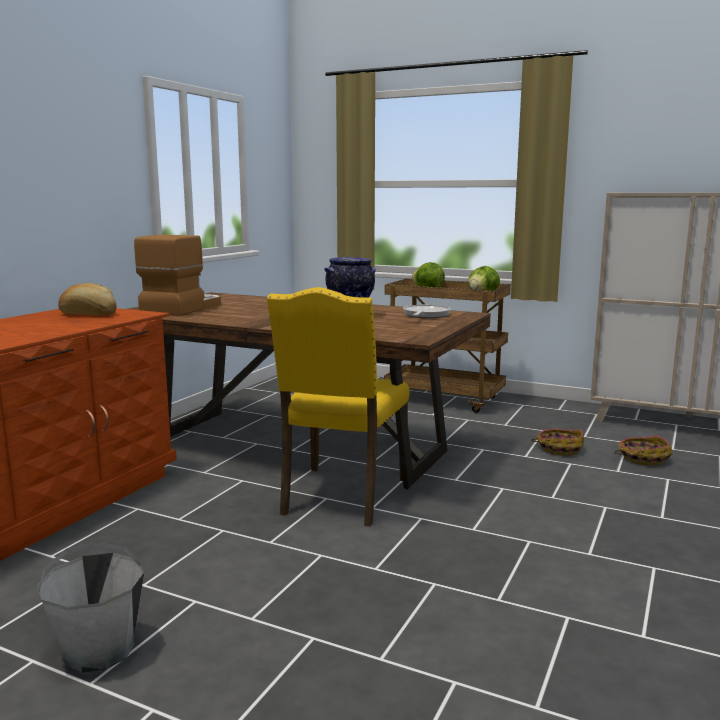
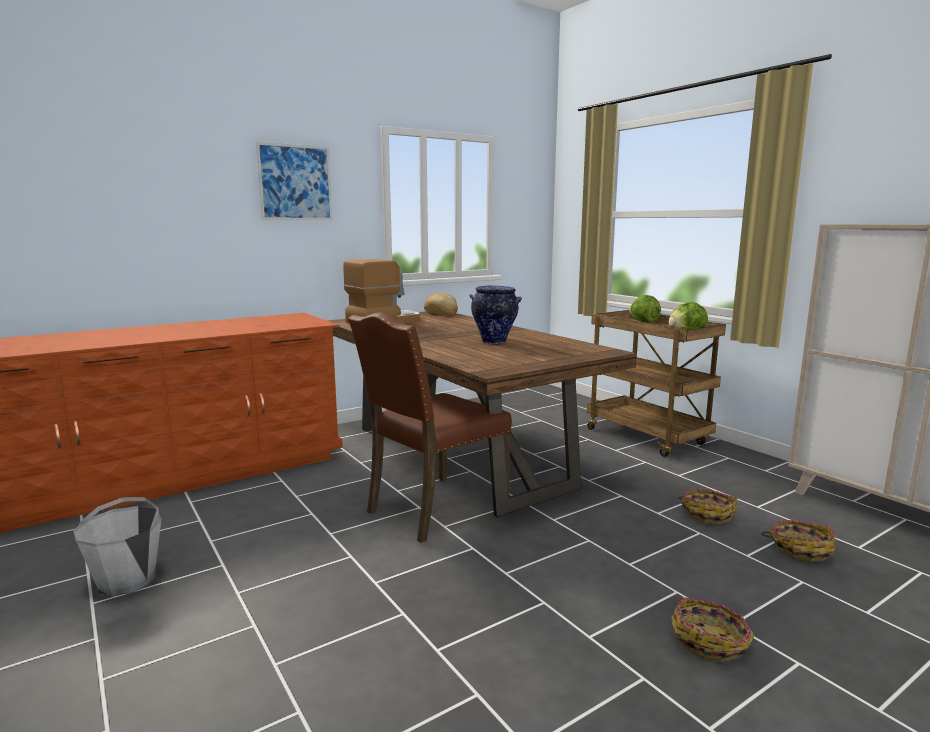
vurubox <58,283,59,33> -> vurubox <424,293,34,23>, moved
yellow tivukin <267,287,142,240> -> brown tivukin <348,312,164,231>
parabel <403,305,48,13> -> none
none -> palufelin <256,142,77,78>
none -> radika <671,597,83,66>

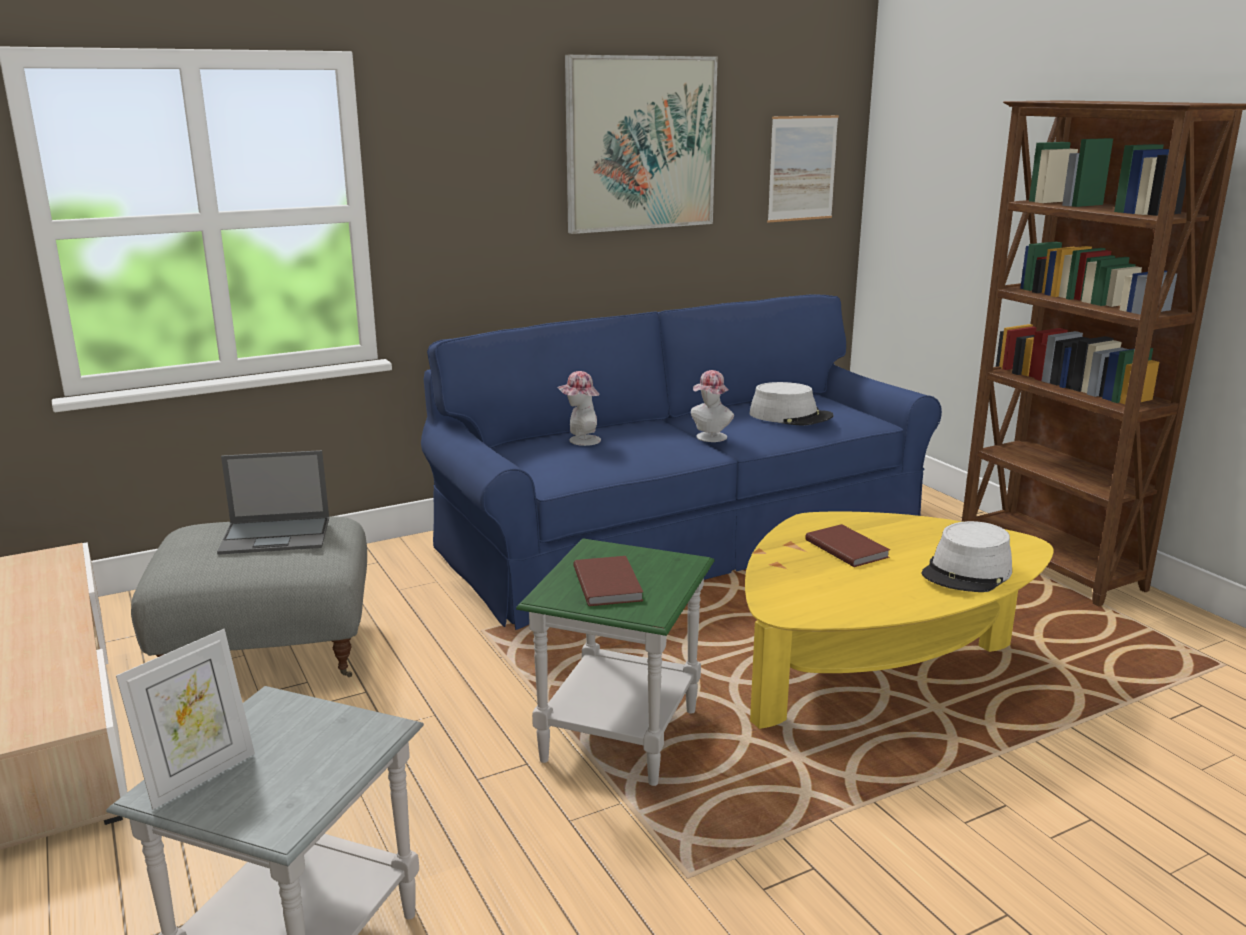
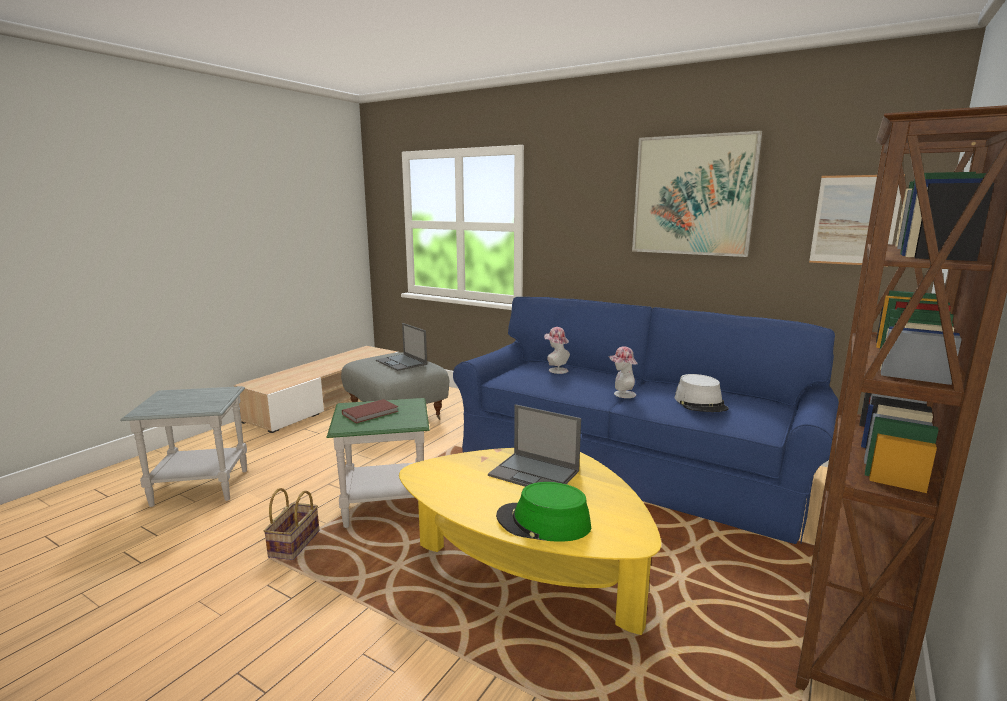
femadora <116,629,139,180> -> none
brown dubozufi <805,524,85,43> -> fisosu <488,404,93,83>
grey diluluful <921,521,91,71> -> green diluluful <496,482,95,60>
none -> radika <264,488,56,72>

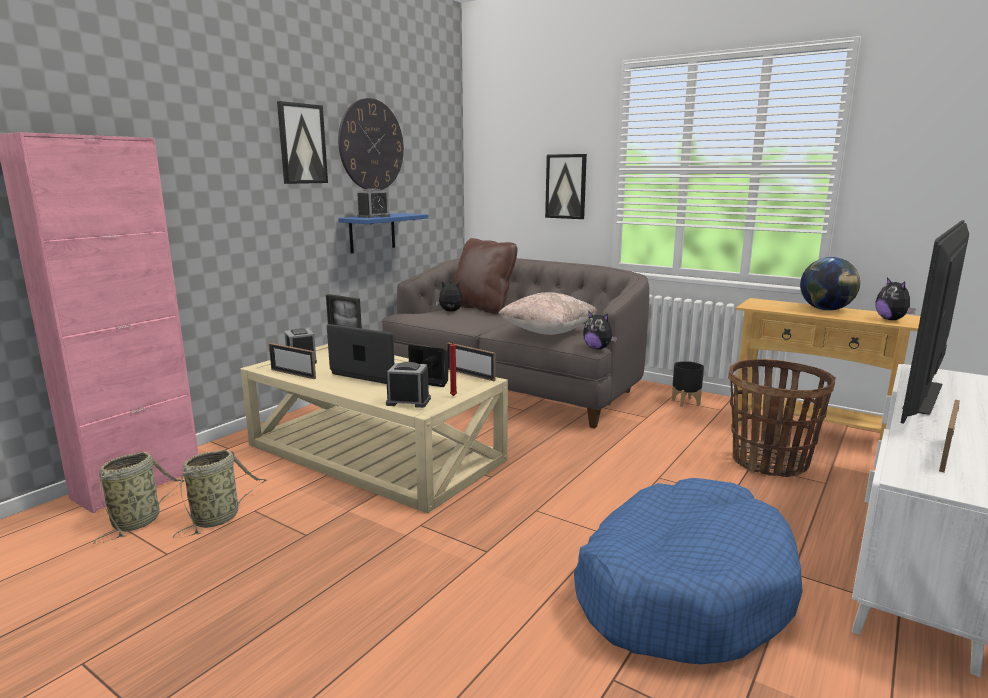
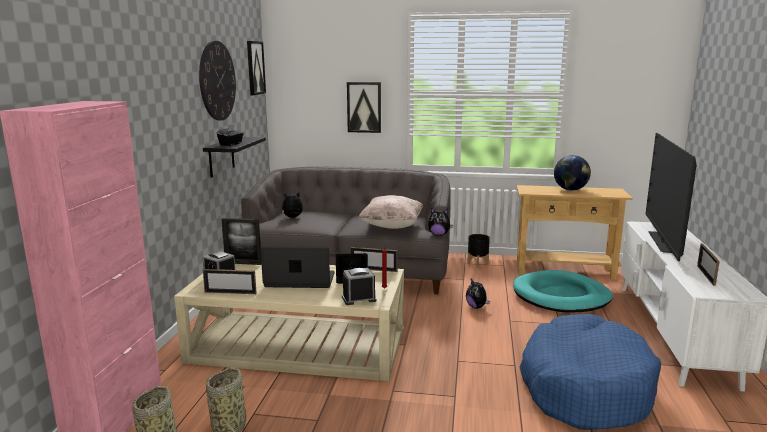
palufelin <277,101,51,83> -> palufelin <247,41,19,54>, moved
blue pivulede <338,213,91,41> -> black pivulede <203,137,63,41>
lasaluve <357,188,33,30> -> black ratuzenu <217,124,27,22>
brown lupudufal <453,238,64,76> -> none
radika <728,359,108,118> -> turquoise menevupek <513,270,100,43>
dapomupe <875,277,41,43> -> dapomupe <466,279,24,30>, moved

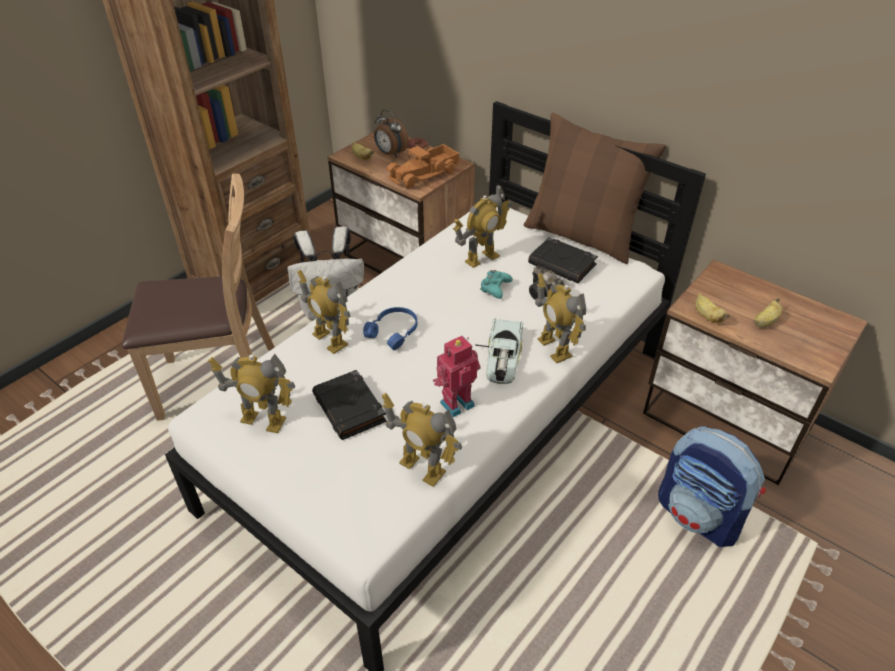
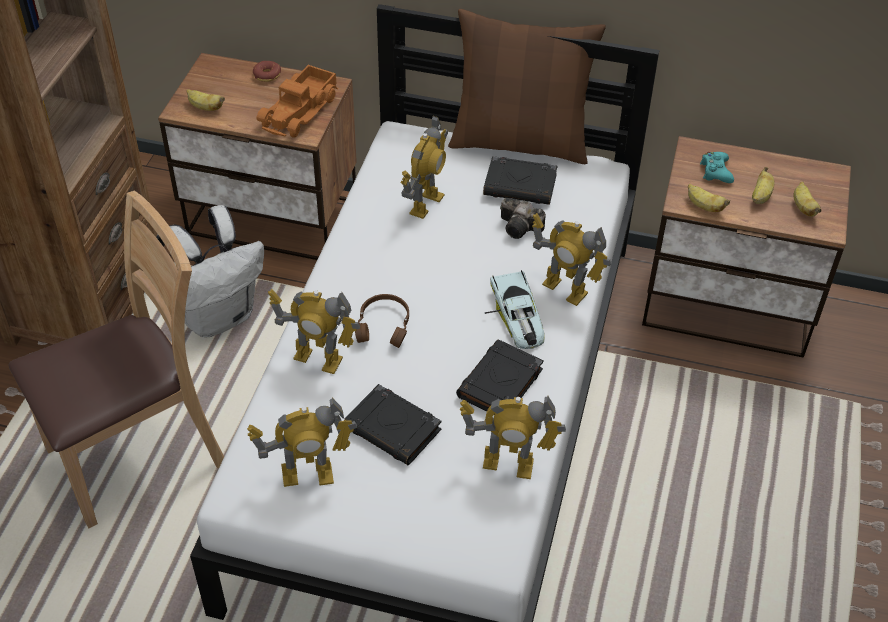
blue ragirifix <363,307,54,43> -> brown ragirifix <355,294,54,54>
lasaluve <374,110,35,48> -> none
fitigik <433,336,48,81> -> black dubozufi <456,339,88,76>
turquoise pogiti <480,270,33,29> -> turquoise pogiti <700,152,34,31>, moved
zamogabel <658,426,108,121> -> none
none -> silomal <793,181,29,36>

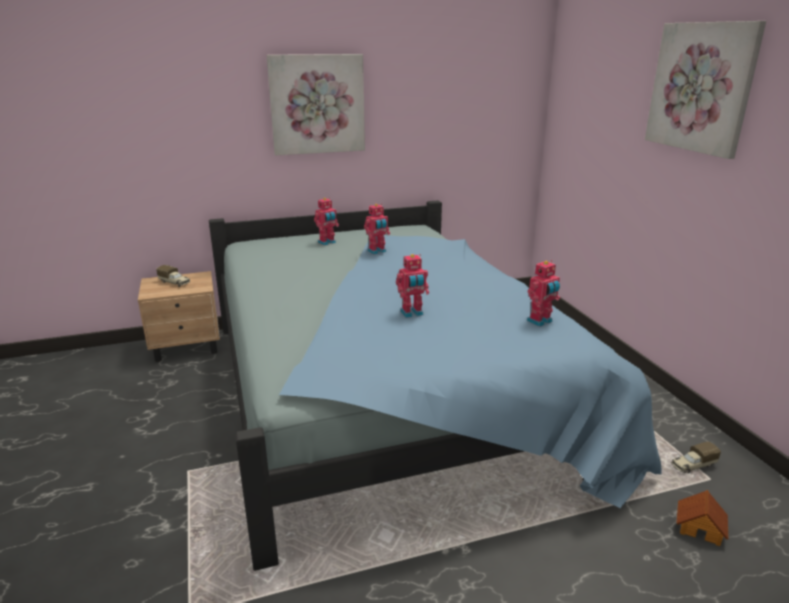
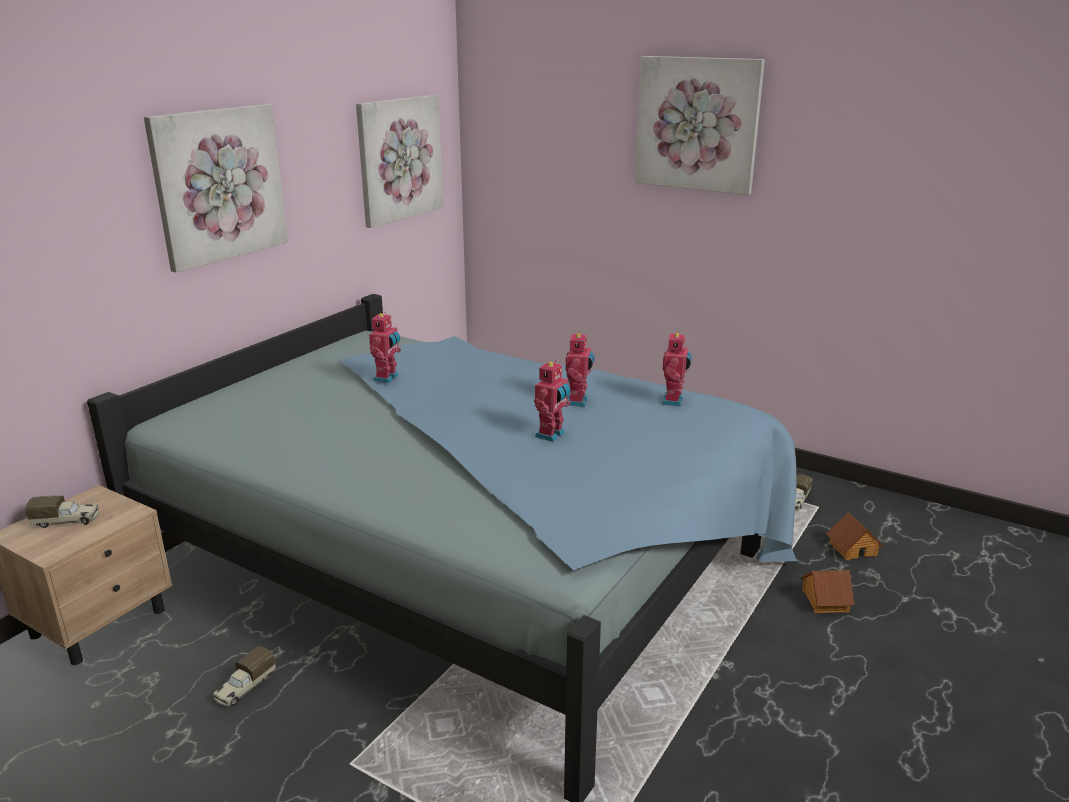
fitigik <314,198,25,48> -> fitigik <566,331,29,76>, moved
none -> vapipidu <213,646,63,60>
none -> palufelin <356,95,87,133>
none -> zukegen <801,570,54,43>

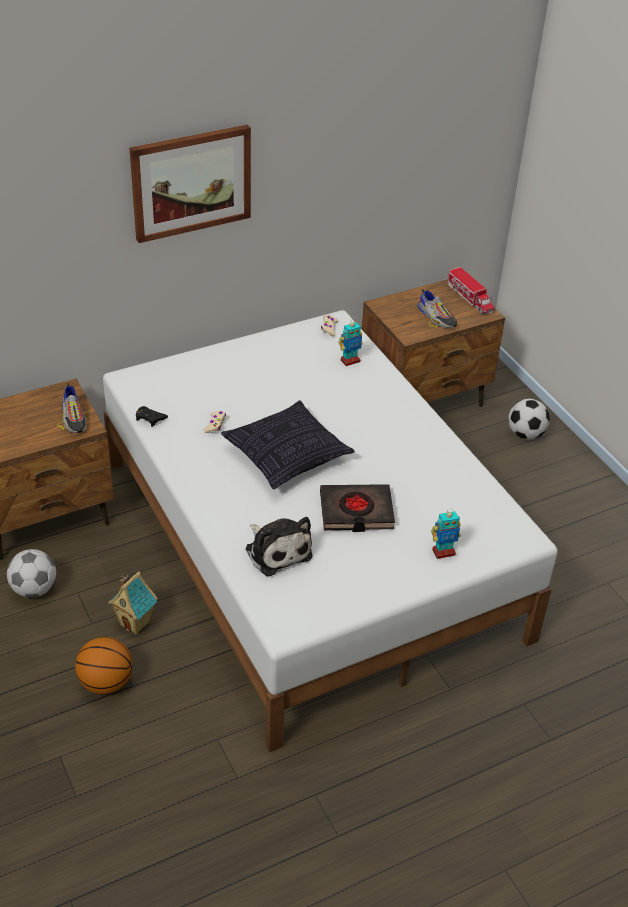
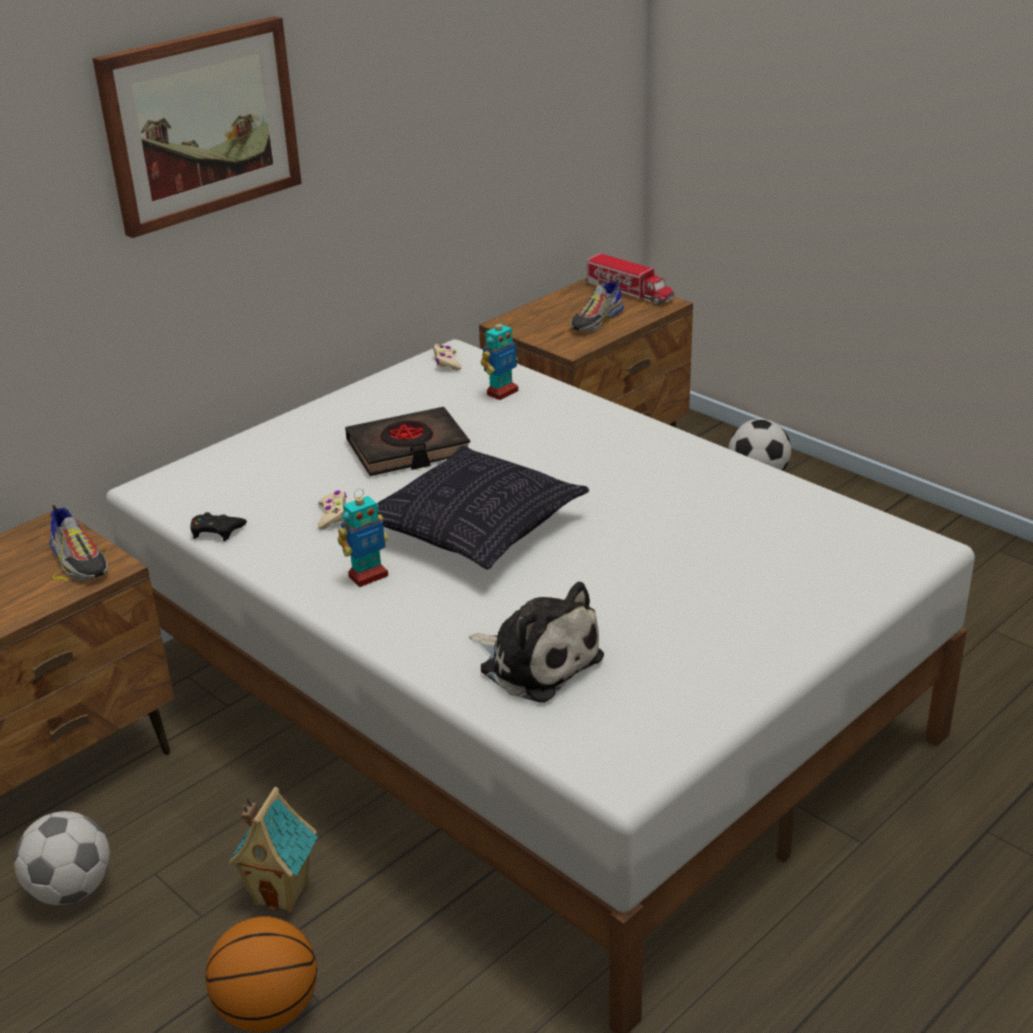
black dubozufi <320,484,75,48> -> black dubozufi <345,407,125,69>, moved
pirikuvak <417,289,41,39> -> pirikuvak <568,280,56,52>, 90 degrees clockwise
fitigik <431,509,30,50> -> fitigik <338,489,50,98>, moved

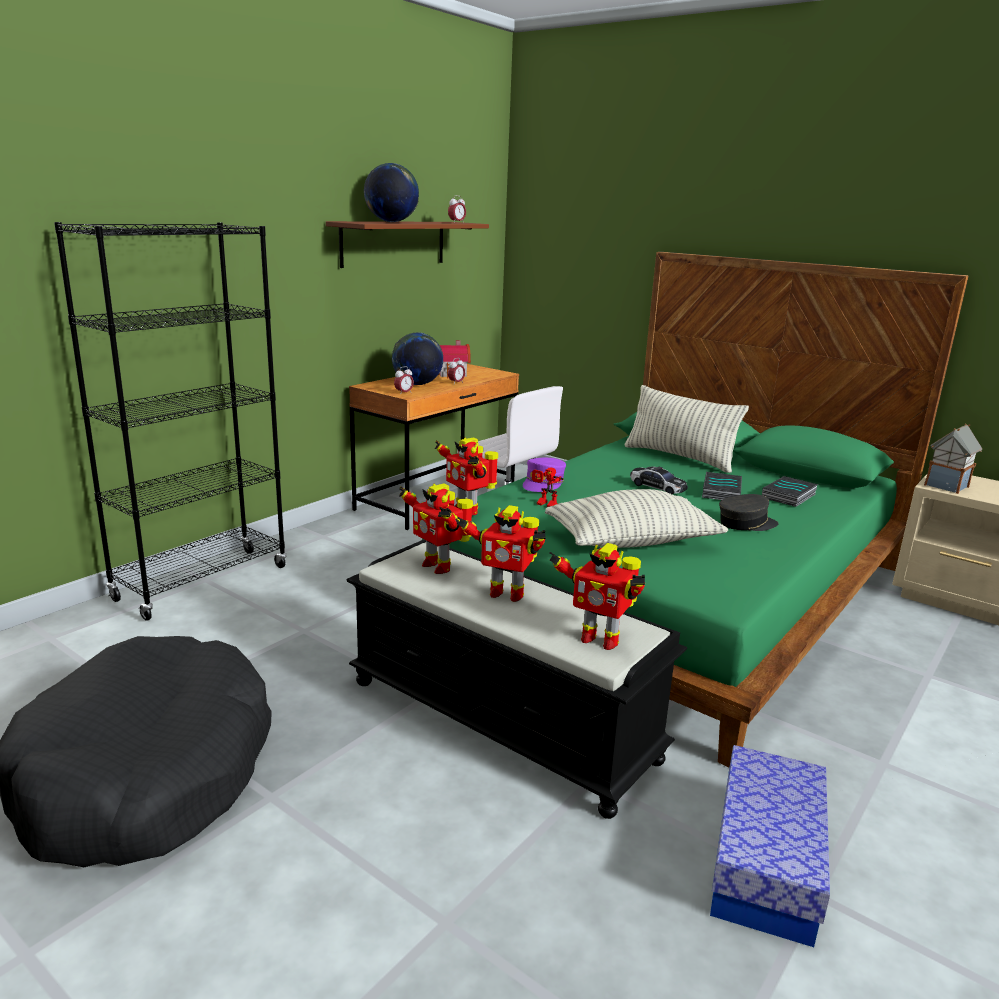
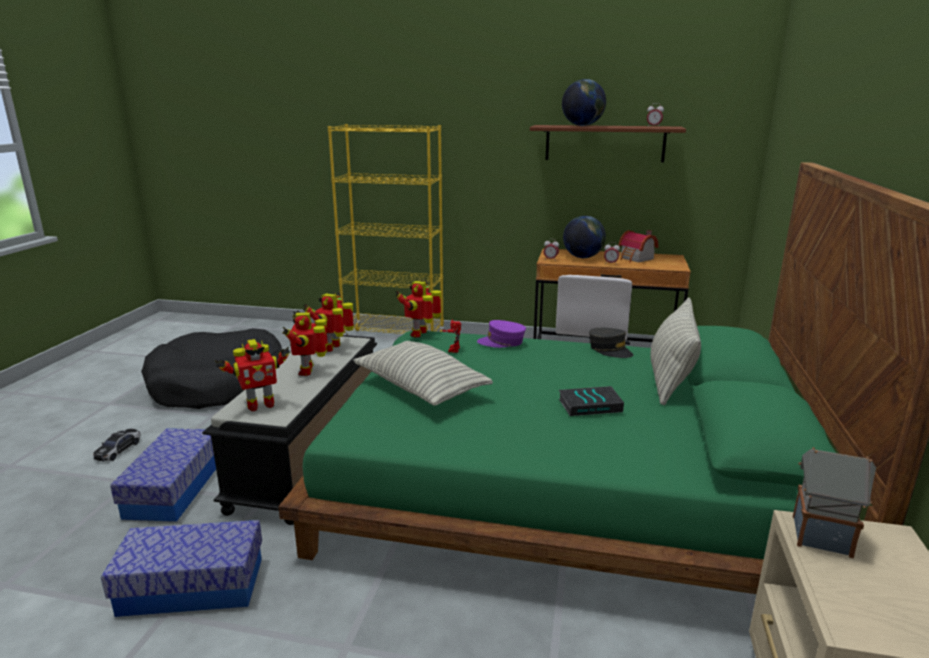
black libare <54,222,233,398> -> yellow libare <328,124,117,211>
fitigik <549,543,96,107> -> fitigik <214,339,76,72>, 120 degrees counterclockwise
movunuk <630,466,58,29> -> movunuk <93,429,48,32>, moved
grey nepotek <719,494,60,37> -> grey nepotek <589,328,44,30>, moved
dubozufi <762,476,56,31> -> none
none -> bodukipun <110,428,106,94>

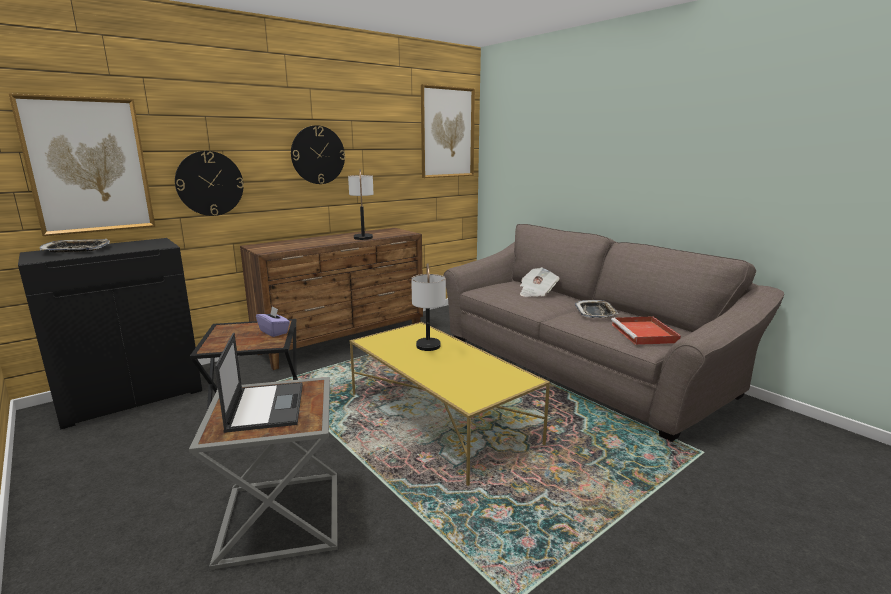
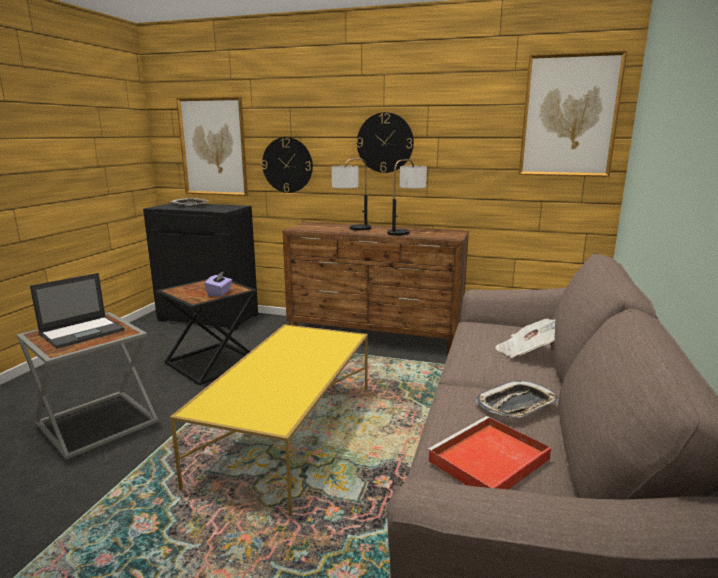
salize <411,263,35,88> -> salize <332,158,39,73>, moved

